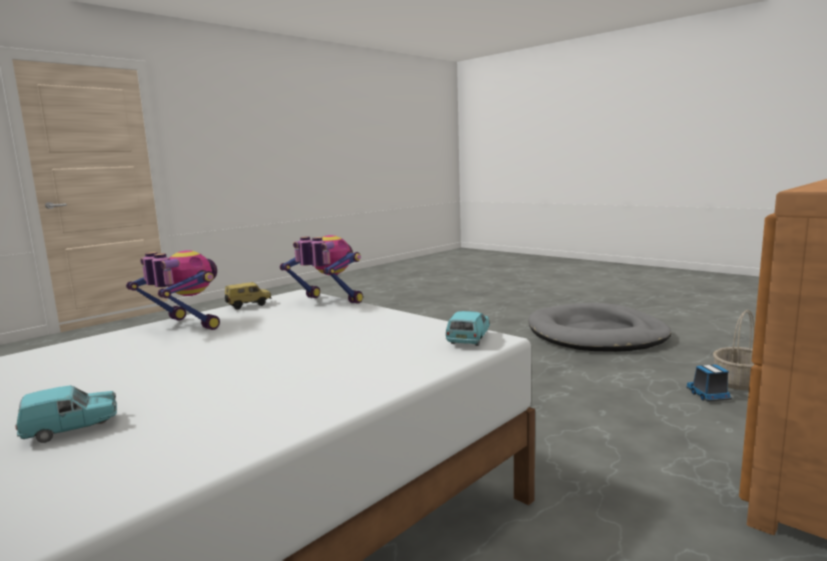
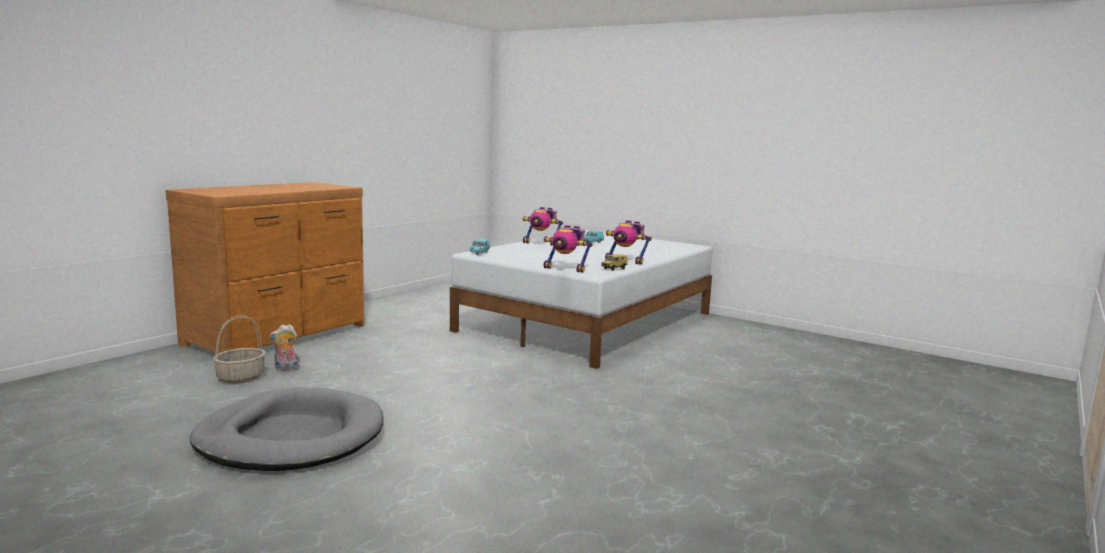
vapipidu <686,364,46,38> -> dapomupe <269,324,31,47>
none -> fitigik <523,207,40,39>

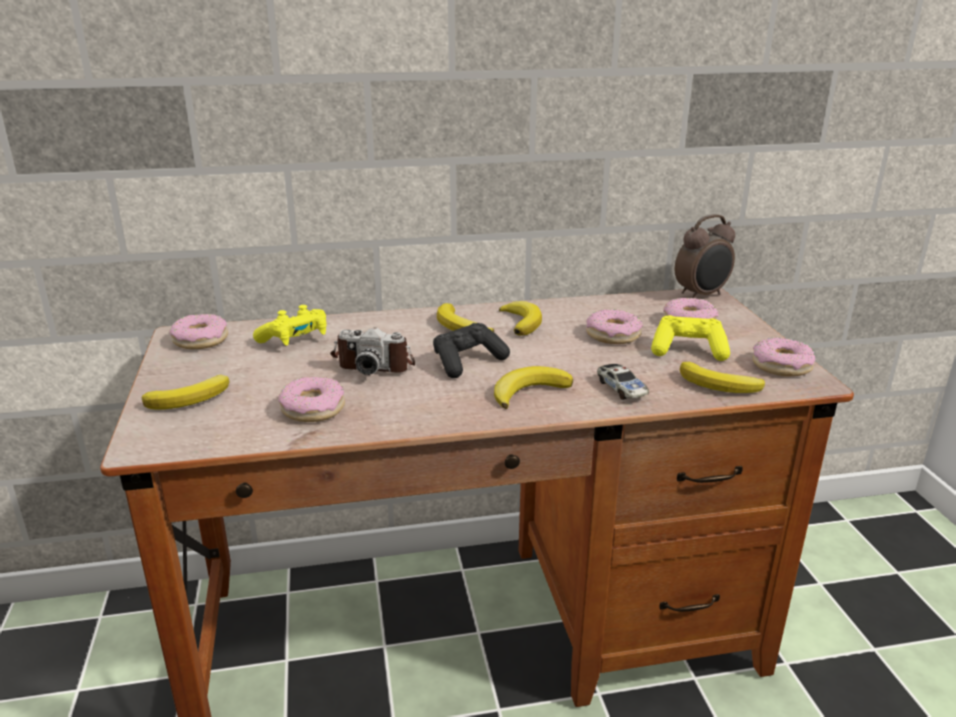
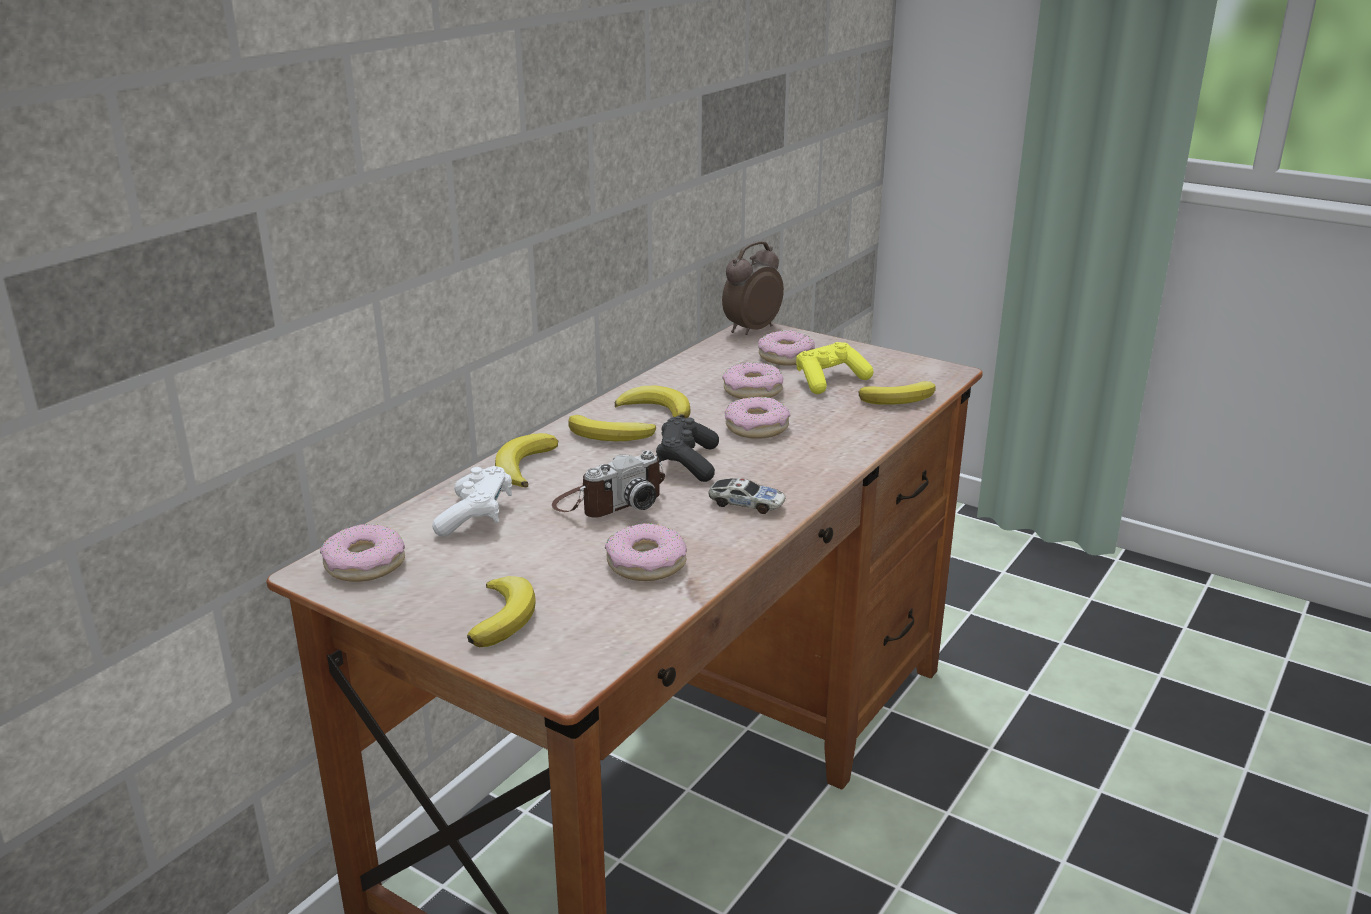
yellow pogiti <253,305,74,41> -> white pogiti <432,466,80,71>
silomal <494,366,79,43> -> silomal <495,433,63,54>, moved
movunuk <597,364,52,36> -> movunuk <708,478,78,36>, moved
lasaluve <675,214,60,84> -> lasaluve <722,241,62,94>, 150 degrees counterclockwise
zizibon <753,337,62,40> -> zizibon <725,397,65,42>, moved

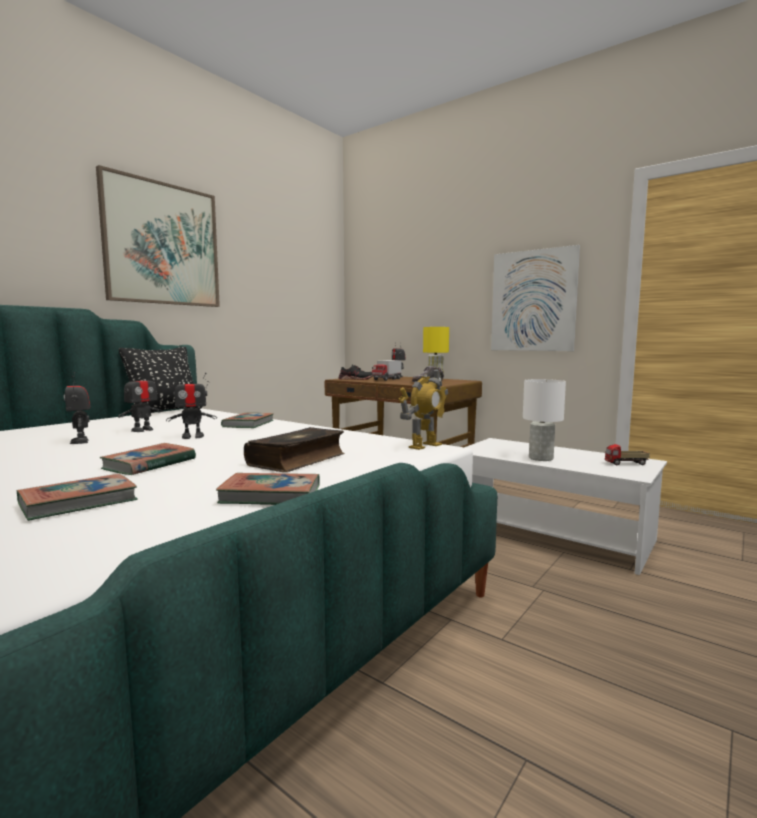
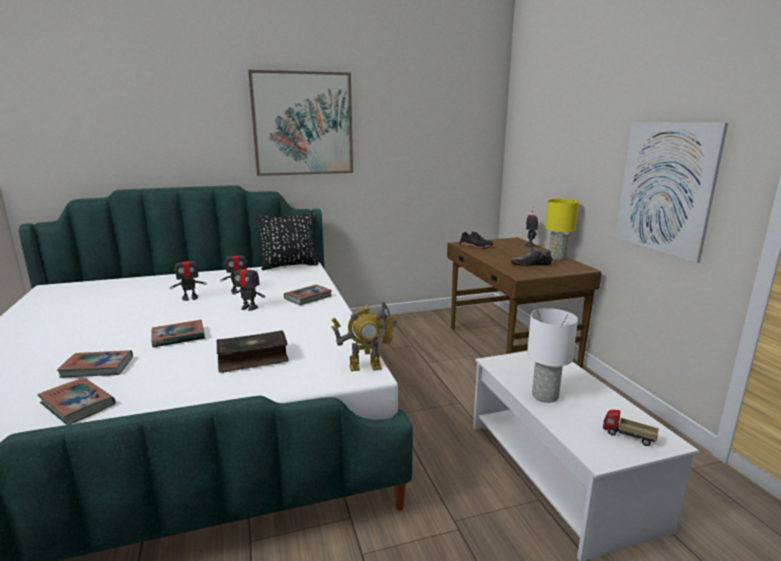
fitigik <64,372,27,72> -> fitigik <170,253,37,48>, 120 degrees counterclockwise
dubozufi <216,473,104,32> -> dubozufi <37,378,79,47>, moved
vapipidu <371,360,31,21> -> none

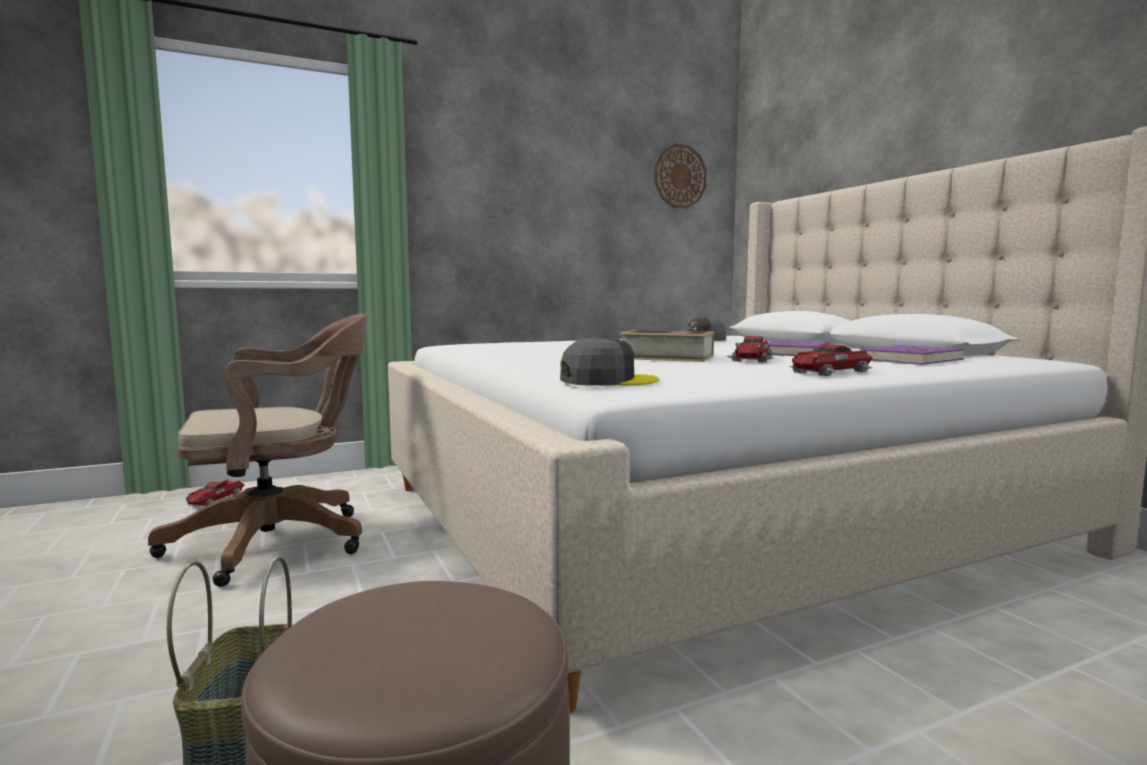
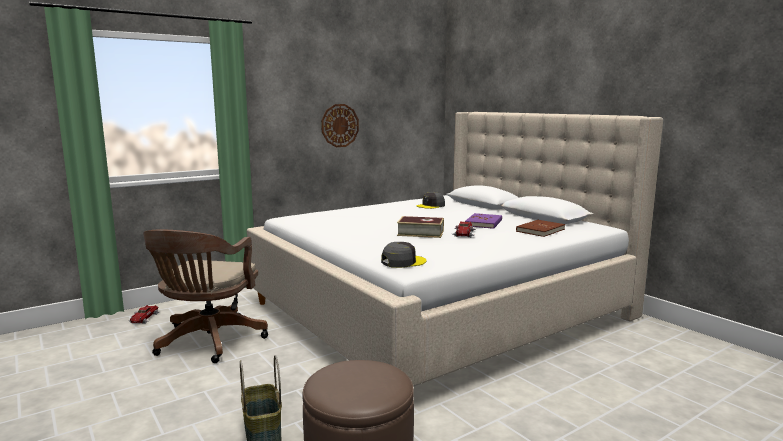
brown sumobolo <148,314,220,273> -> brown sumobolo <143,230,125,133>, 135 degrees clockwise
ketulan <654,144,53,65> -> ketulan <321,104,38,43>, moved
movunuk <790,344,83,32> -> none
purple dubozufi <860,345,105,20> -> brown dubozufi <516,220,49,17>

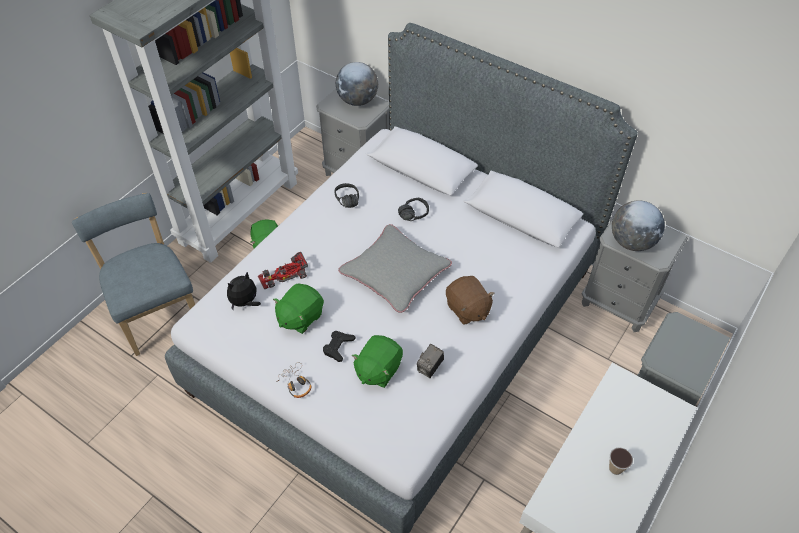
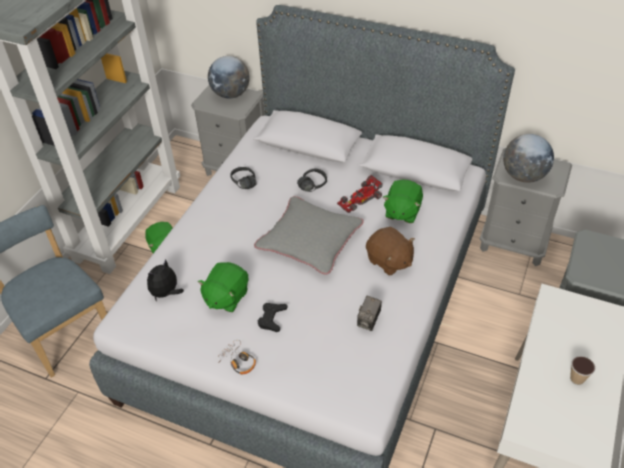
movunuk <258,252,50,37> -> movunuk <337,175,46,38>, moved
green dapomupe <352,335,51,53> -> green dapomupe <383,180,40,43>, moved

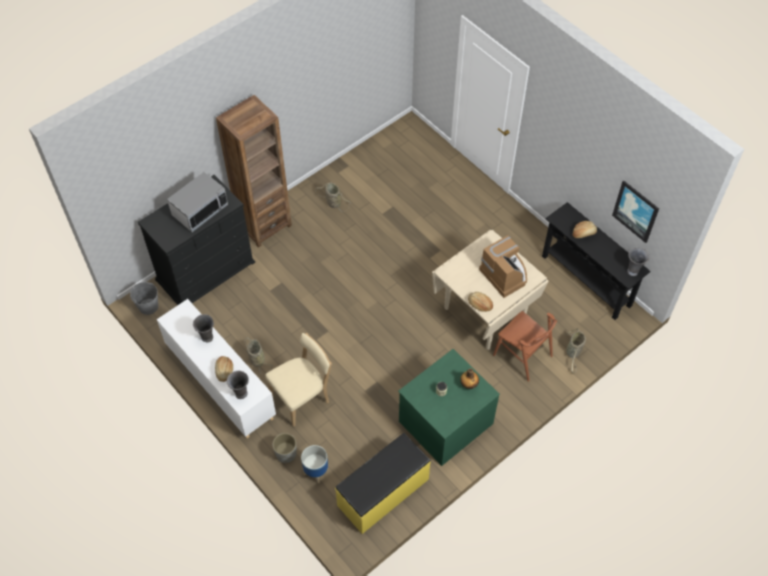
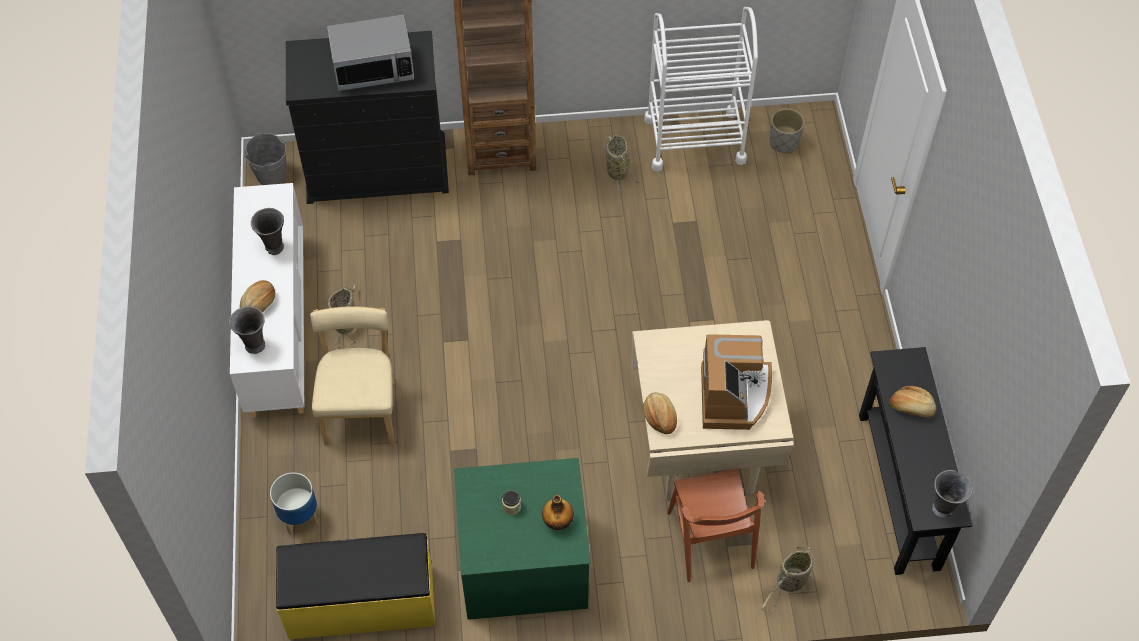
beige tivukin <265,333,67,94> -> beige tivukin <310,306,86,139>, 90 degrees counterclockwise
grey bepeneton <273,433,24,30> -> grey bepeneton <770,108,35,45>, moved
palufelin <612,180,47,63> -> none
none -> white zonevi <644,7,114,164>

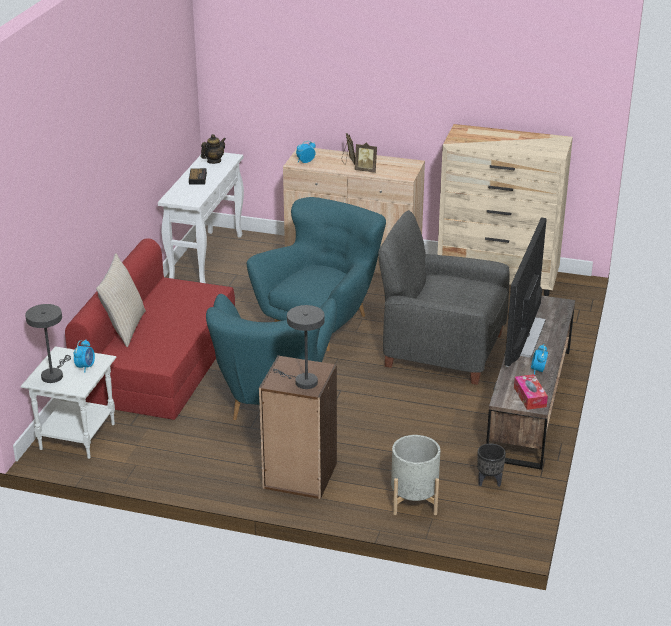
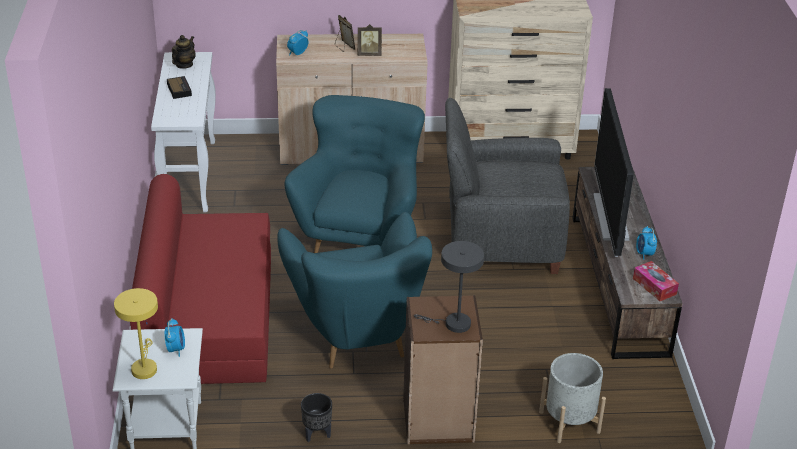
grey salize <25,304,46,79> -> yellow salize <114,288,44,91>
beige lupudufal <96,253,50,94> -> none
black bepeneton <477,444,29,43> -> black bepeneton <301,393,31,49>, moved

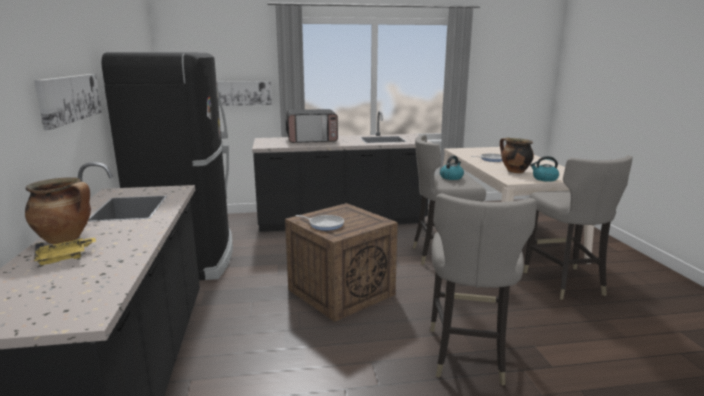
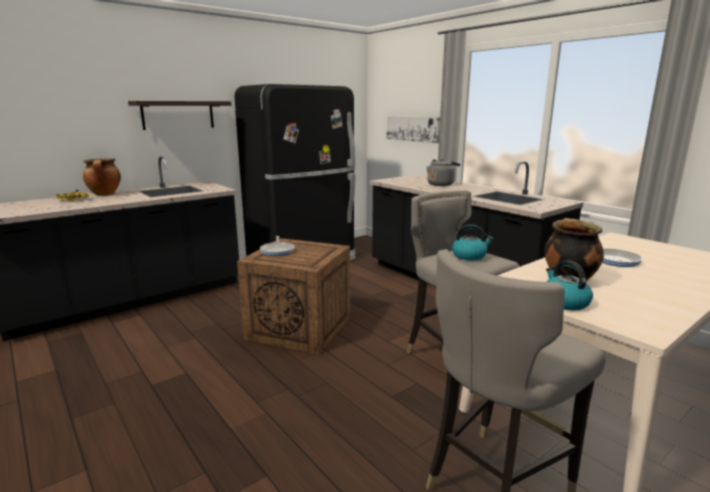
palufelin <34,74,68,56> -> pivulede <128,101,103,29>
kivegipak <286,109,52,34> -> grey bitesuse <426,159,34,27>
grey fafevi <430,193,107,193> -> none

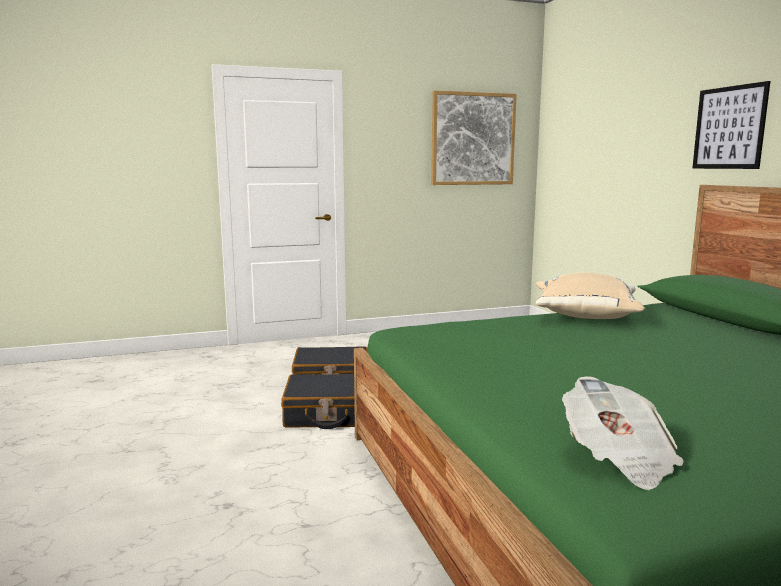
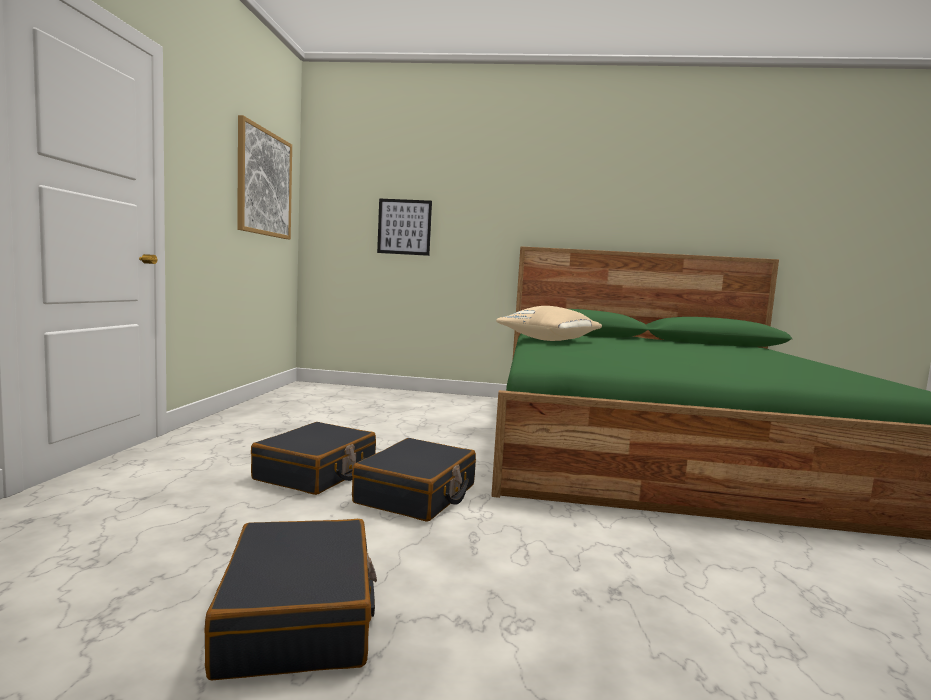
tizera <562,376,122,114> -> none
palufelin <692,81,78,88> -> palufelin <377,199,55,57>, moved
none -> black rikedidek <204,519,173,161>

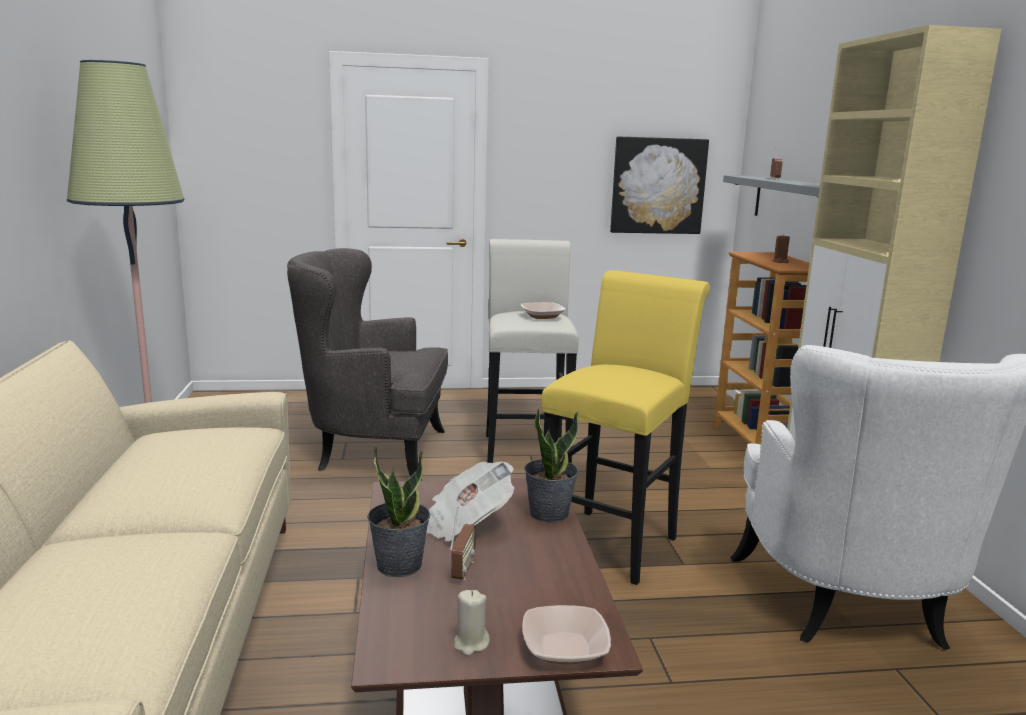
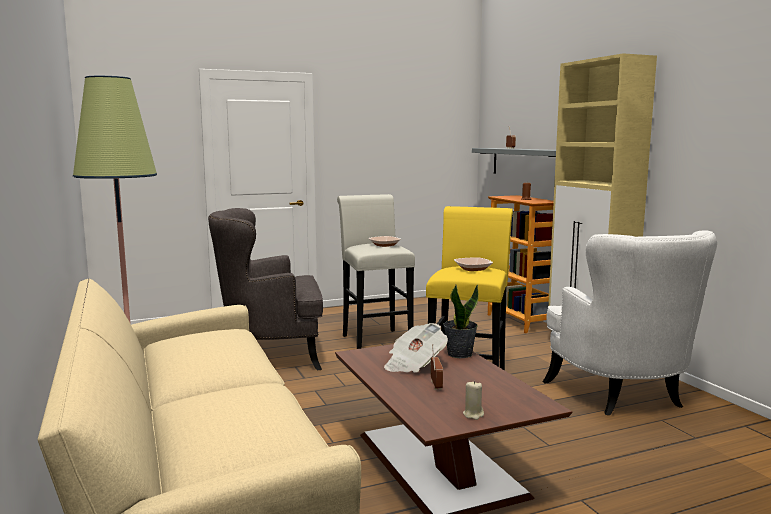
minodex <367,446,63,131> -> none
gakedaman <522,605,89,59> -> gakedaman <454,257,39,14>, moved
palufelin <610,137,99,97> -> none

